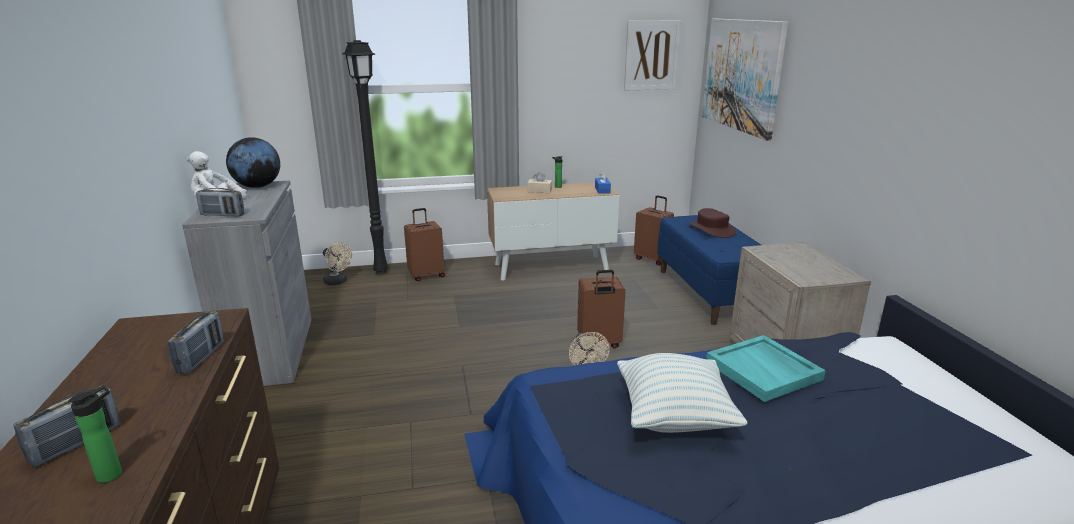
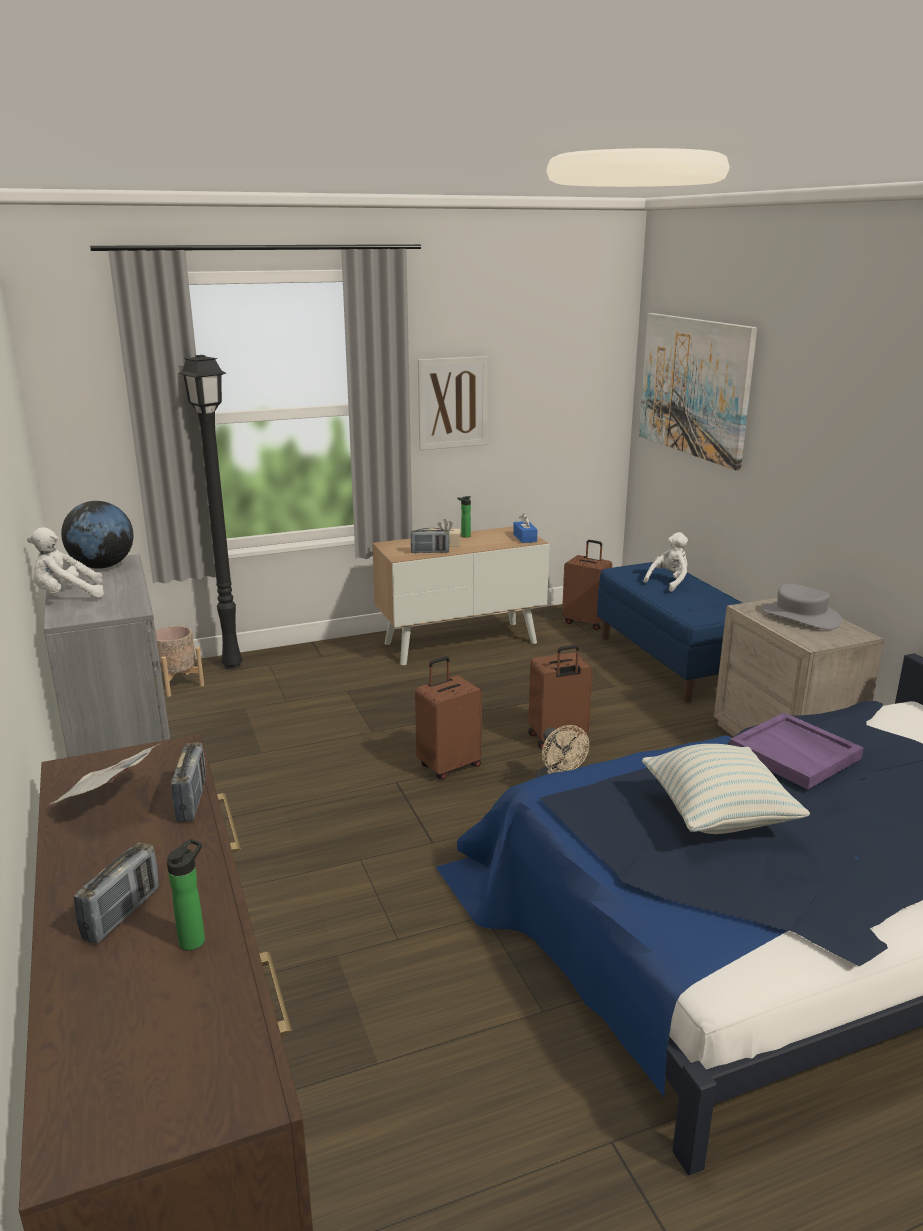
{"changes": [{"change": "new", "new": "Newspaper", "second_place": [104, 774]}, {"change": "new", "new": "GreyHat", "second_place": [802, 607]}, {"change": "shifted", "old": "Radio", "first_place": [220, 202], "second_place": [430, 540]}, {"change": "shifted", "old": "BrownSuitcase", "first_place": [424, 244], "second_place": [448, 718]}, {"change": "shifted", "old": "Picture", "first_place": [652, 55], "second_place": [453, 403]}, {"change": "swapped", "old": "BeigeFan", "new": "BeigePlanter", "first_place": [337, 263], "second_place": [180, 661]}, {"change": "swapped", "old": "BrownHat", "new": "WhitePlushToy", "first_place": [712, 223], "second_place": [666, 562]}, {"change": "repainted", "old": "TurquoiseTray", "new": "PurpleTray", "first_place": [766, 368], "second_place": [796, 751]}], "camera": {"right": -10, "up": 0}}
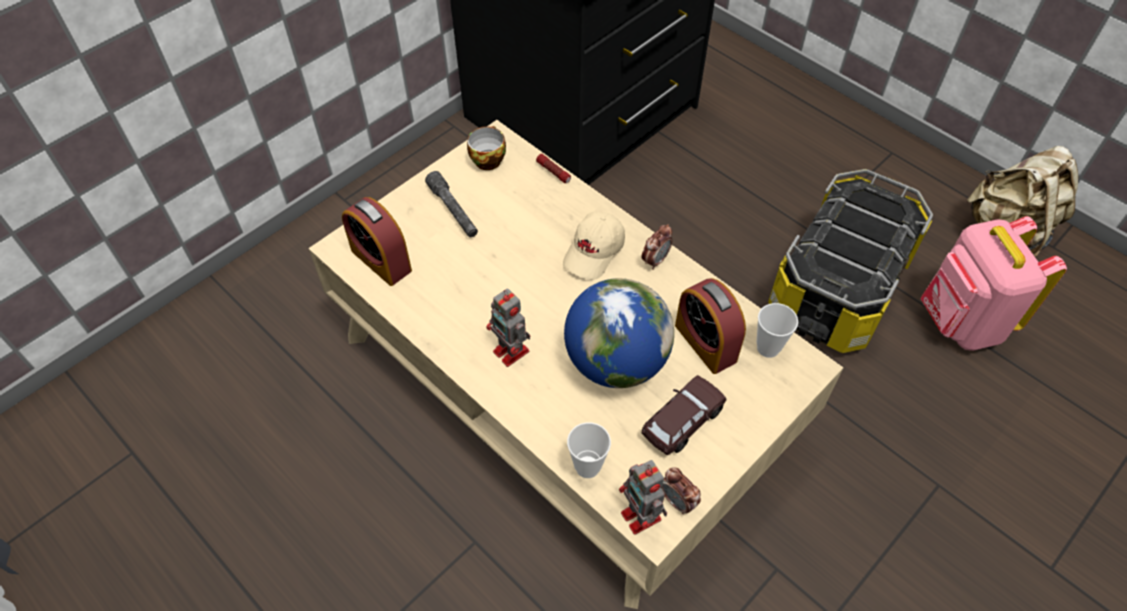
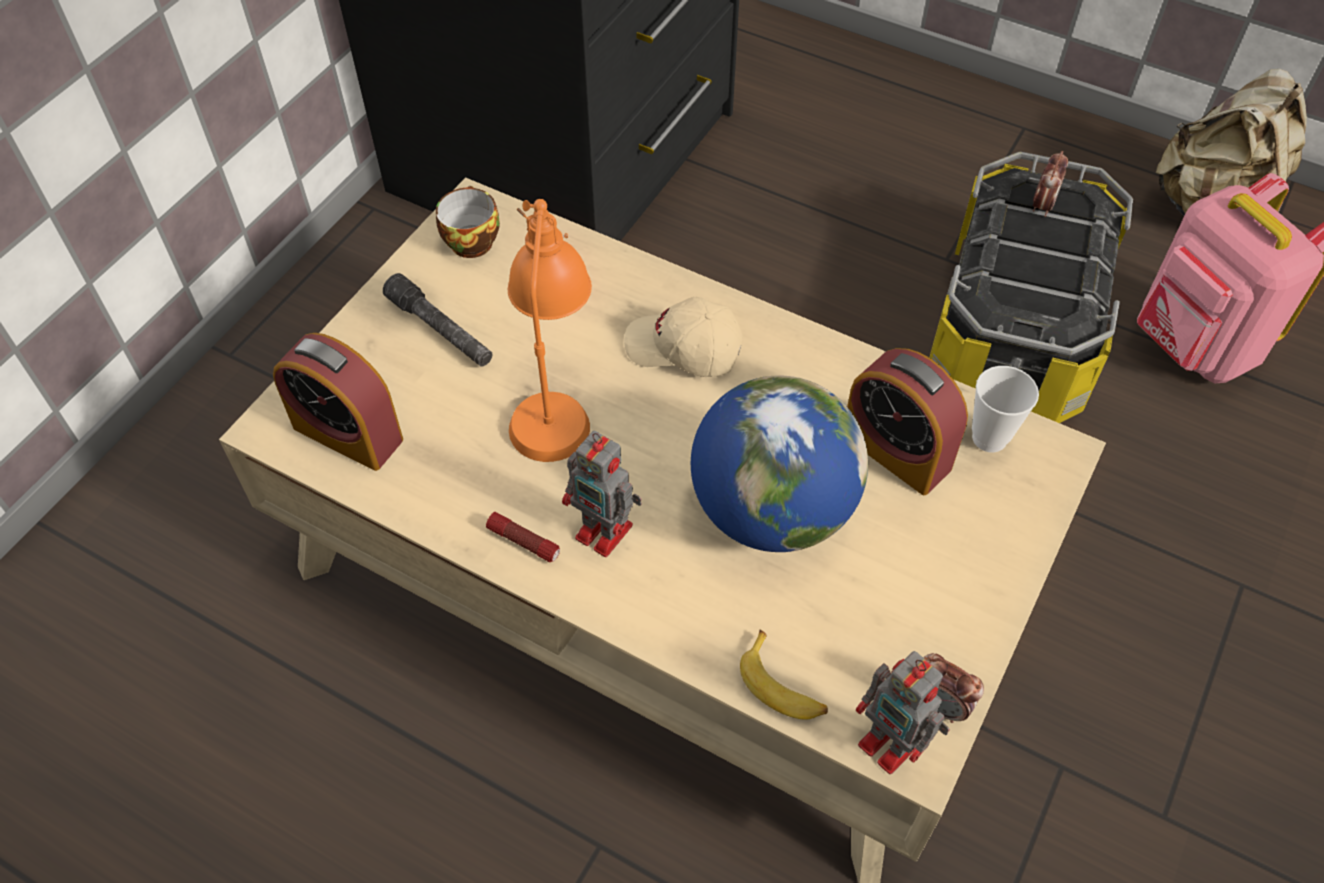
{"changes": [{"change": "gone", "old": "BrownToyCar", "first_place": [684, 415]}, {"change": "new", "new": "OrangeTableLamp", "second_place": [550, 330]}, {"change": "shifted", "old": "Flashlight", "first_place": [553, 168], "second_place": [523, 537]}, {"change": "shifted", "old": "AlarmClock", "first_place": [657, 247], "second_place": [1050, 184]}, {"change": "swapped", "old": "Cup", "new": "Banana", "first_place": [589, 450], "second_place": [784, 675]}, {"change": "rotated", "old": "BeigeCap", "first_place": [594, 246], "second_place": [683, 337], "degrees": 90}], "camera": {"right": -15, "up": 0}}
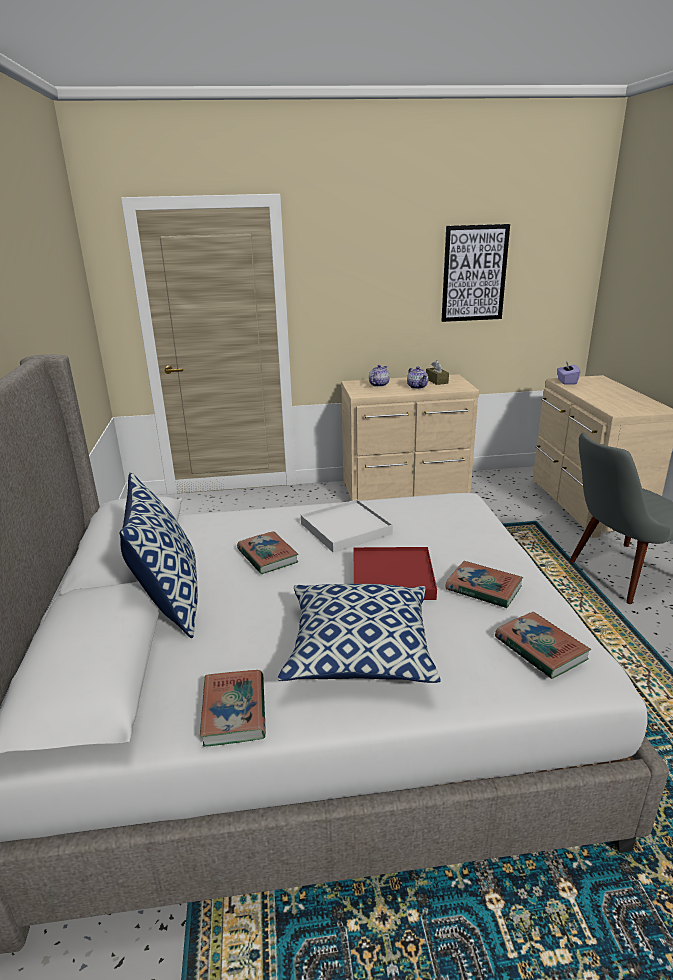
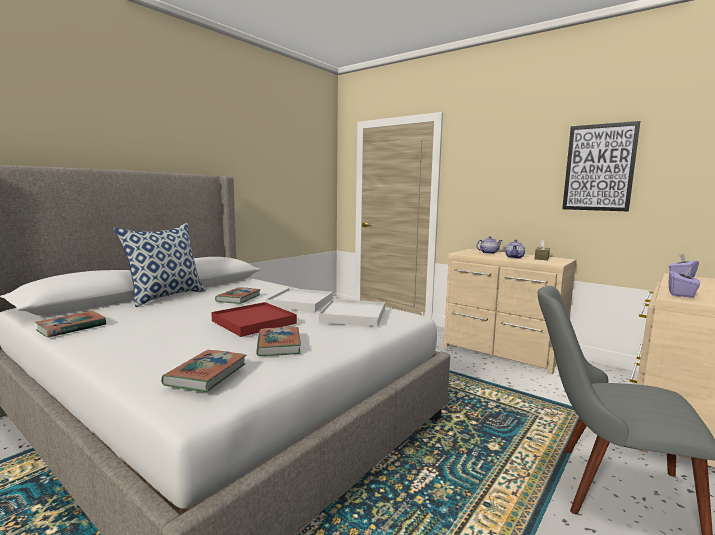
{"changes": [{"change": "gone", "old": "Pillow", "first_place": [359, 633]}, {"change": "new", "new": "WhiteTray", "second_place": [352, 313]}, {"change": "new", "new": "PurpleTissueBox", "second_place": [684, 282]}], "camera": {"right": 45, "up": -15}}
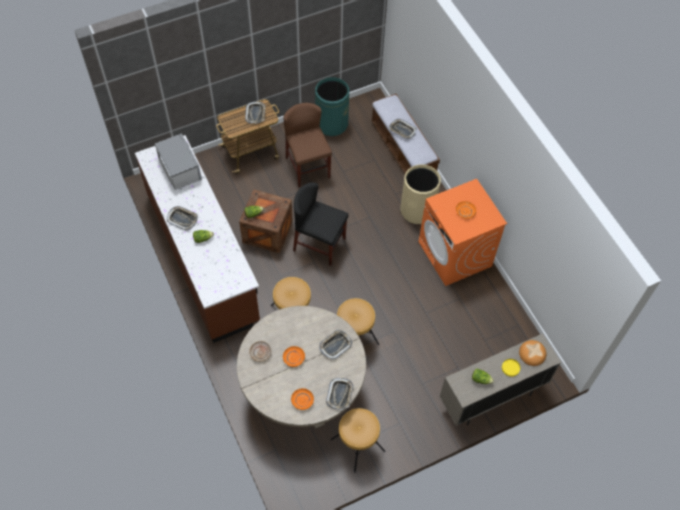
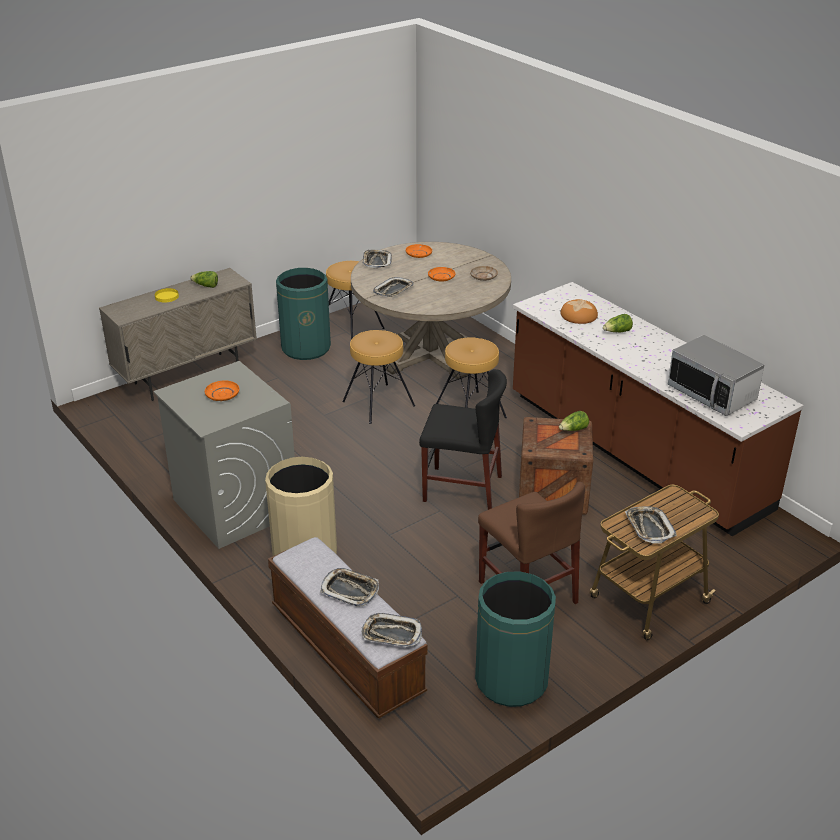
{"changes": [{"change": "new", "new": "GreenTrashCan", "second_place": [303, 314]}, {"change": "shifted", "old": "Tray", "first_place": [182, 218], "second_place": [391, 630]}, {"change": "shifted", "old": "Bread", "first_place": [532, 353], "second_place": [579, 311]}, {"change": "repainted", "old": "OrangeWashingMachine", "new": "GreyWashingMachine", "first_place": [463, 232], "second_place": [224, 455]}], "camera": {"right": 170, "up": -25}}
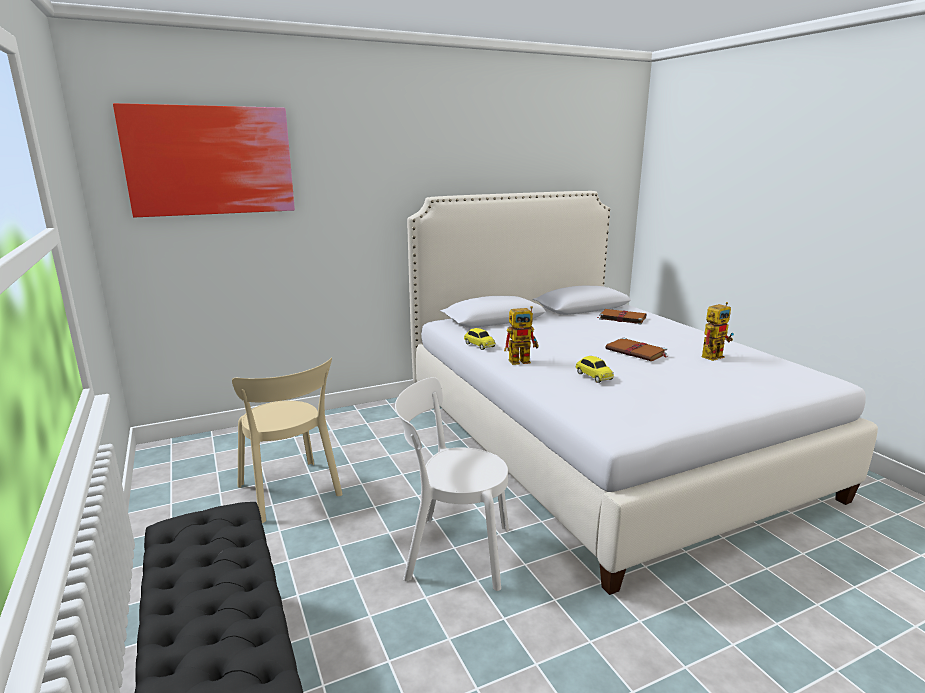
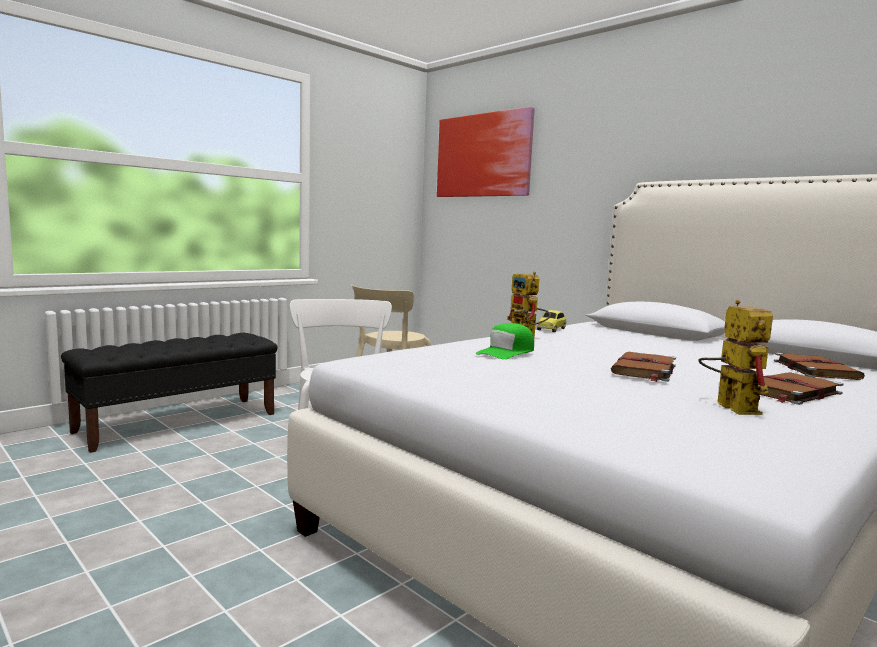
{"changes": [{"change": "new", "new": "BrownBook", "second_place": [802, 388]}, {"change": "swapped", "old": "ToyCar", "new": "GreenCap", "first_place": [595, 369], "second_place": [504, 341]}, {"change": "rotated", "old": "ToyRobot", "first_place": [718, 331], "second_place": [736, 357], "degrees": -135}], "camera": {"right": 70, "up": -10}}
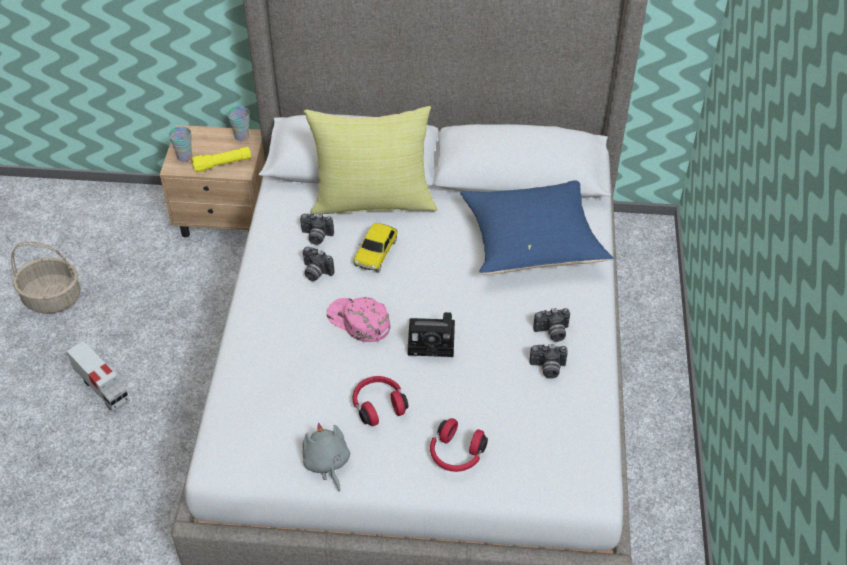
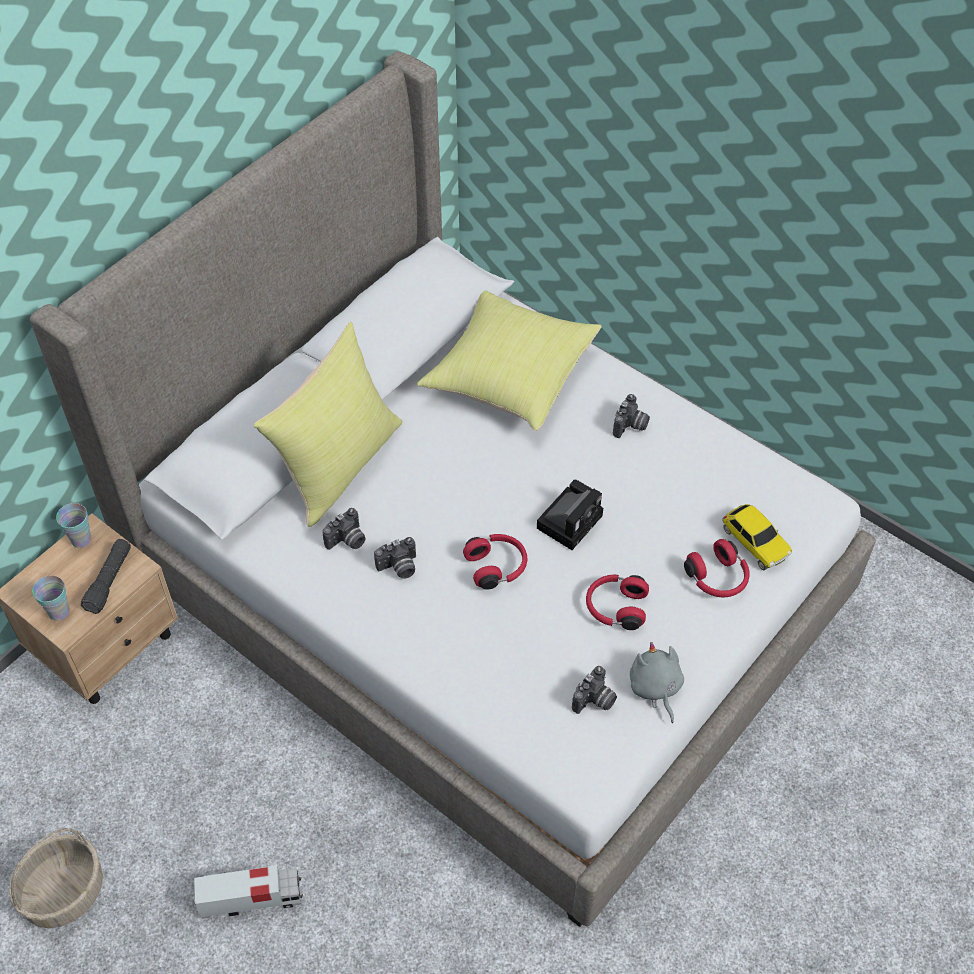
{"changes": [{"change": "shifted", "old": "ToyCar", "first_place": [375, 248], "second_place": [757, 537]}, {"change": "shifted", "old": "PhotoCamera", "first_place": [549, 361], "second_place": [594, 690]}, {"change": "swapped", "old": "PinkCap", "new": "RedHeadphones", "first_place": [358, 319], "second_place": [495, 562]}, {"change": "repainted", "old": "YellowFlashlight", "new": "BlackFlashlight", "first_place": [221, 160], "second_place": [106, 576]}, {"change": "repainted", "old": "BluePillow", "new": "YellowPillow", "first_place": [536, 227], "second_place": [509, 360]}, {"change": "rotated", "old": "GreyPlushToy", "first_place": [326, 457], "second_place": [657, 682], "degrees": 60}], "camera": {"right": -55, "up": 5}}
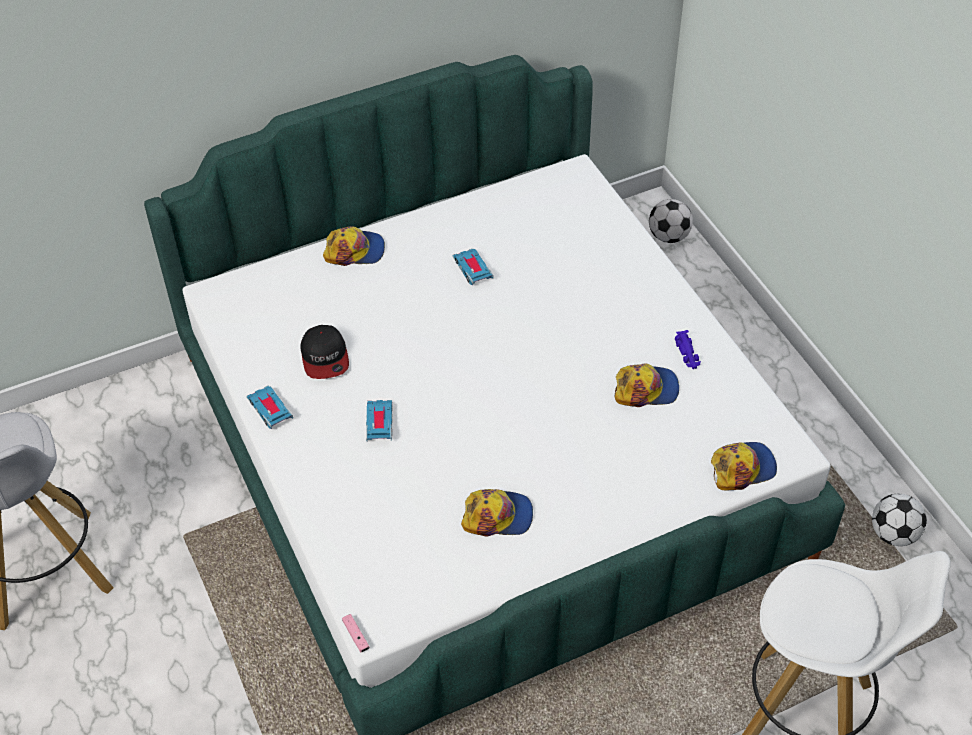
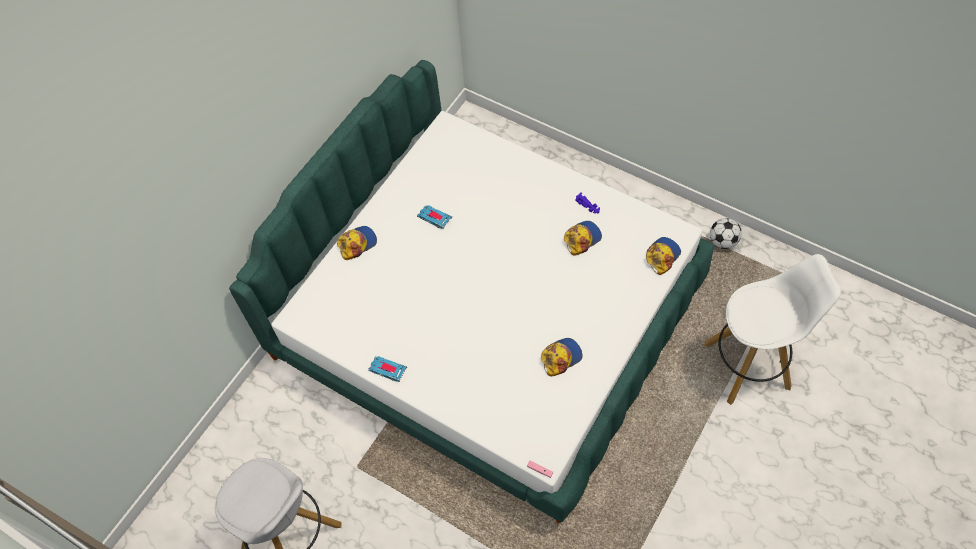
{"changes": [{"change": "gone", "old": "Cap", "first_place": [324, 352]}, {"change": "gone", "old": "ToyCar", "first_place": [379, 421]}, {"change": "gone", "old": "Football", "first_place": [671, 221]}], "camera": {"right": -30, "up": 10}}
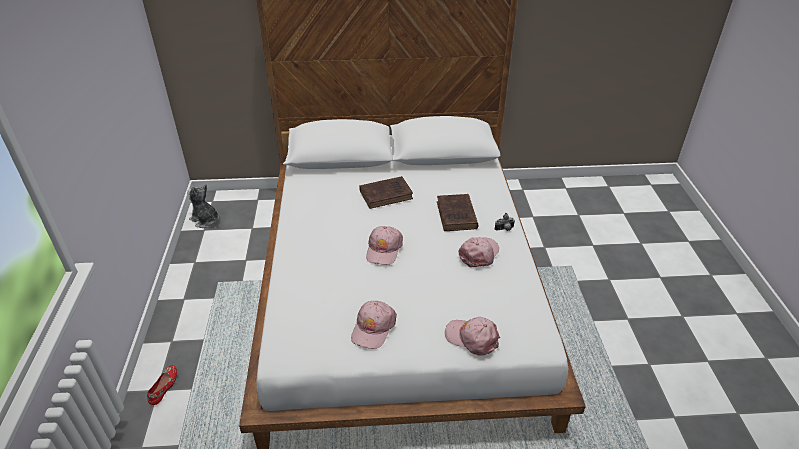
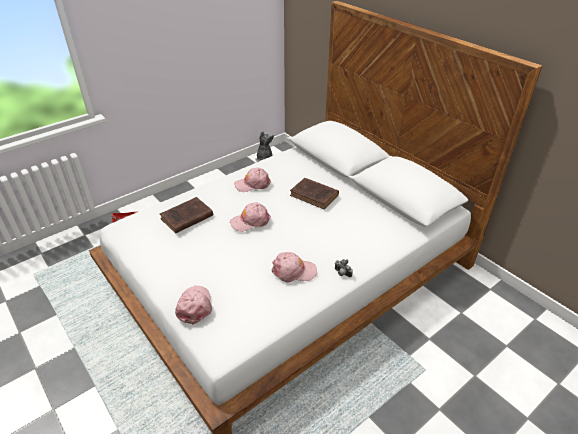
{"changes": [{"change": "shifted", "old": "PinkCap", "first_place": [374, 325], "second_place": [252, 180]}, {"change": "shifted", "old": "BrownBook", "first_place": [457, 212], "second_place": [186, 215]}], "camera": {"right": 55, "up": 0}}
